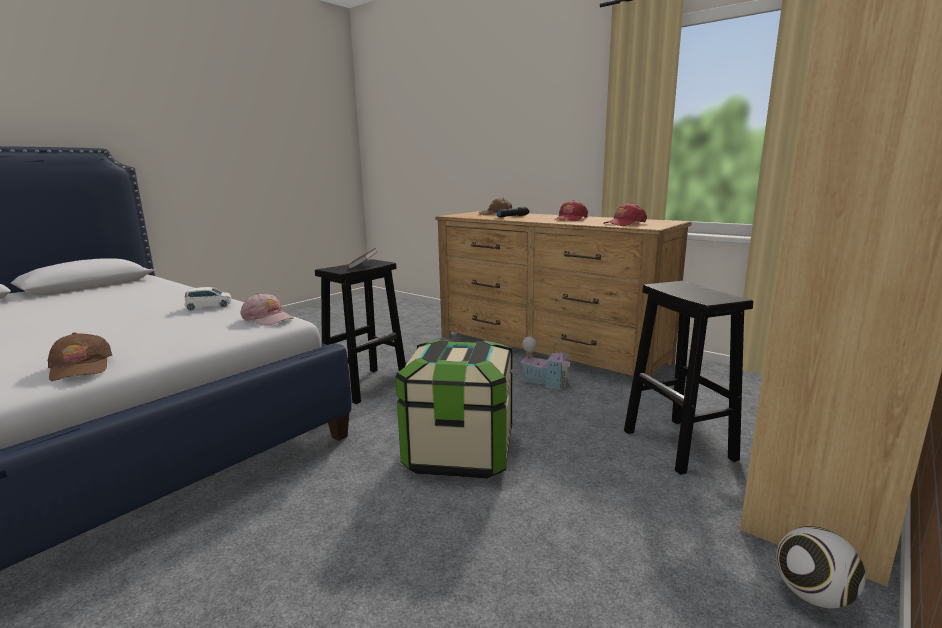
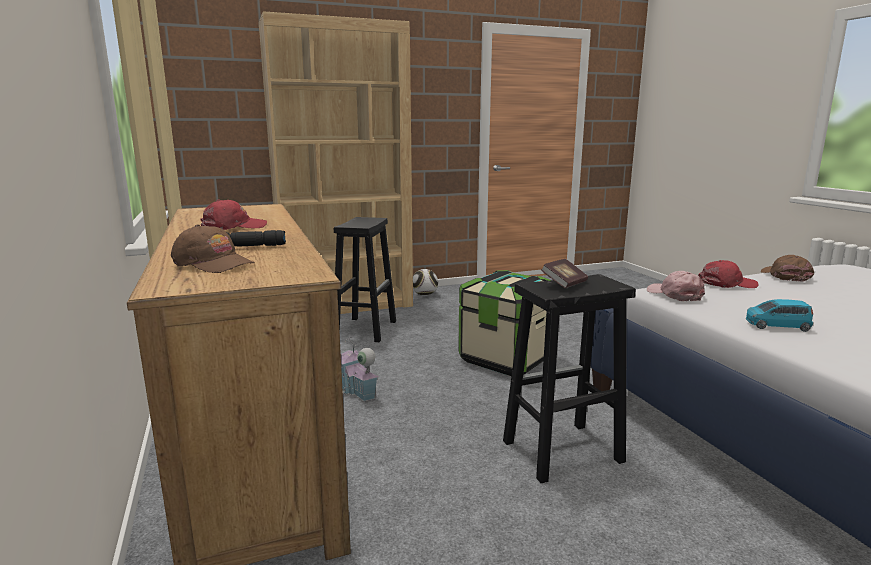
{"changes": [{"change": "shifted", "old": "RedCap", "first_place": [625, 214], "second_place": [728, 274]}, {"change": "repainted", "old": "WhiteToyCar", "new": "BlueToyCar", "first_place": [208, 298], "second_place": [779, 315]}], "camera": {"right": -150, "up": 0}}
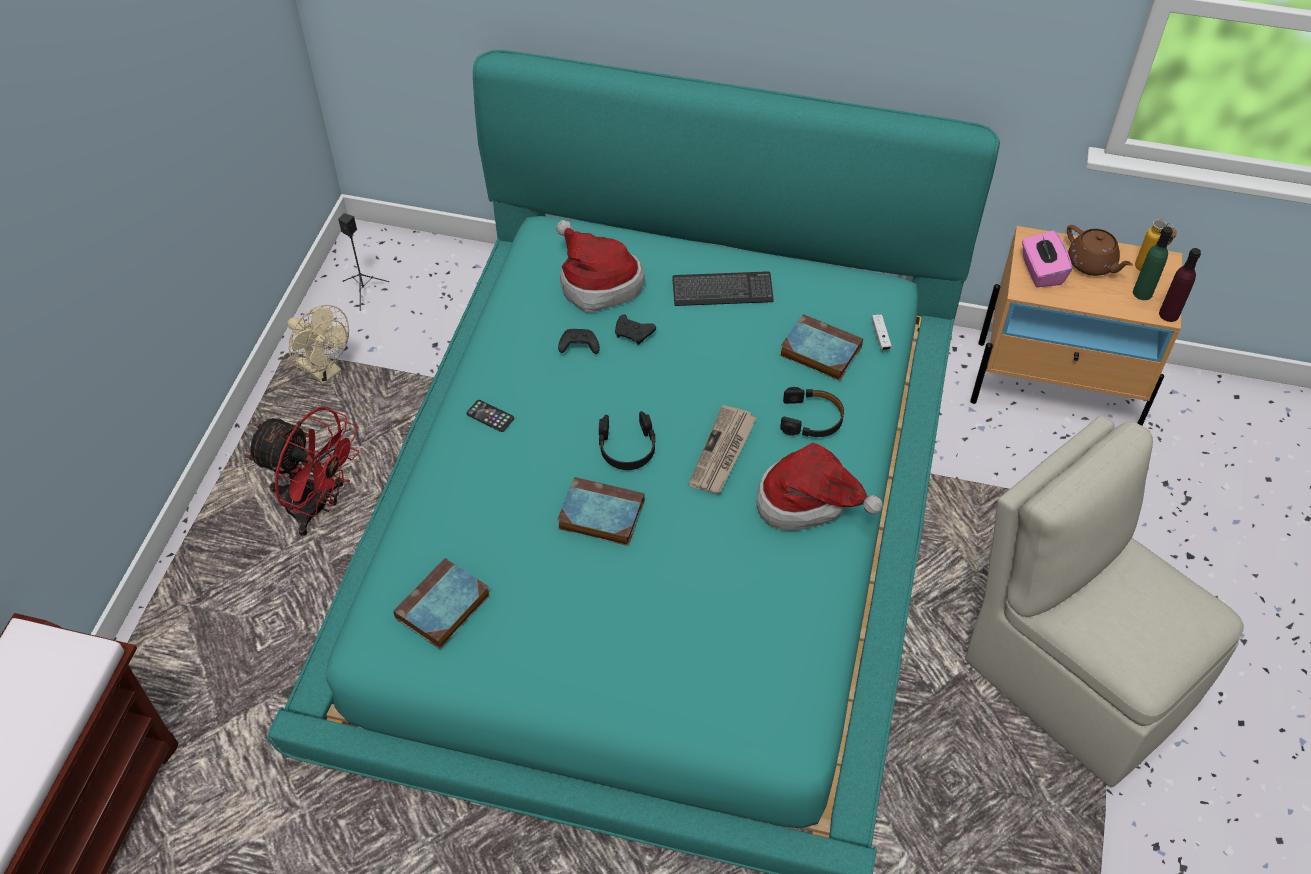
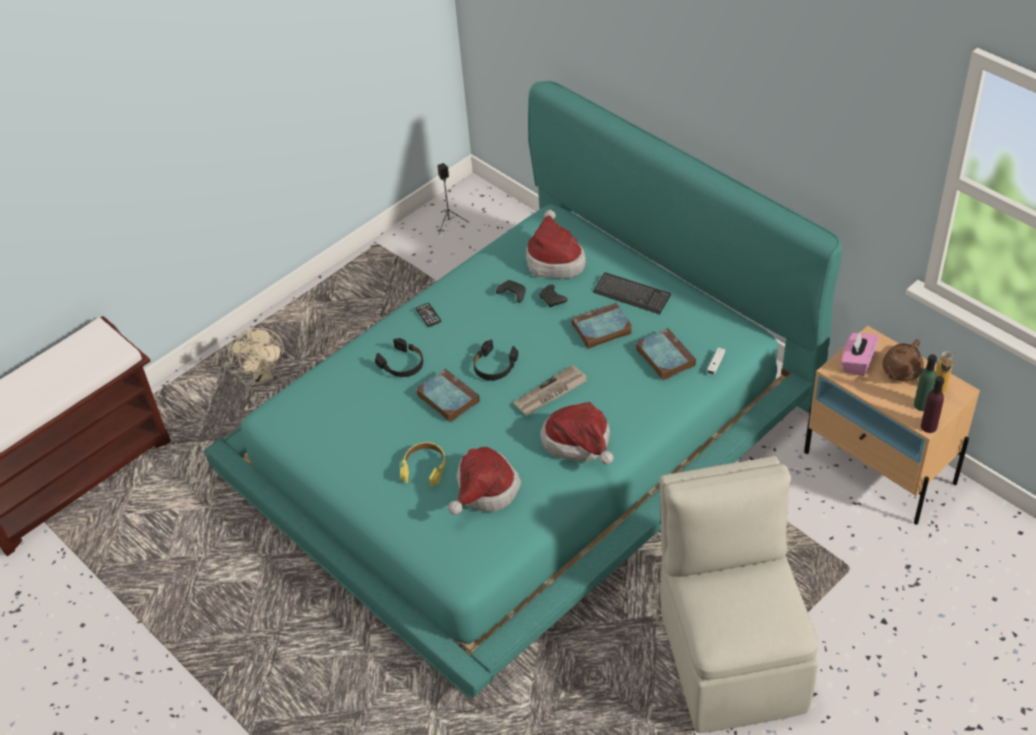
{"changes": [{"change": "gone", "old": "RedFan", "first_place": [302, 471]}, {"change": "new", "new": "YellowHeadphones", "second_place": [422, 464]}, {"change": "new", "new": "Hat", "second_place": [484, 481]}, {"change": "shifted", "old": "BeigeFan", "first_place": [318, 344], "second_place": [256, 356]}, {"change": "shifted", "old": "Book", "first_place": [441, 603], "second_place": [602, 326]}, {"change": "shifted", "old": "BlackHeadphones", "first_place": [812, 412], "second_place": [399, 357]}, {"change": "rotated", "old": "BrownTeapot", "first_place": [1100, 250], "second_place": [903, 360], "degrees": 45}], "camera": {"right": 35, "up": -5}}
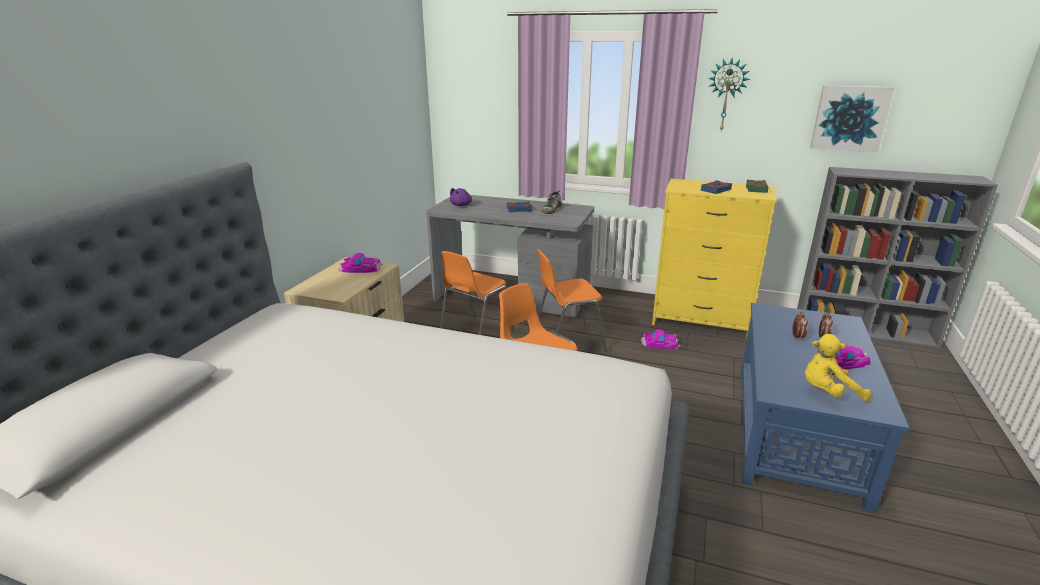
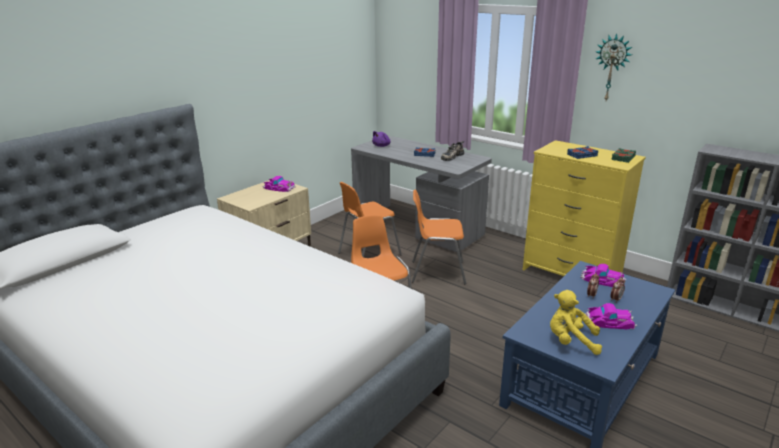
{"changes": [{"change": "gone", "old": "Picture", "first_place": [852, 118]}, {"change": "shifted", "old": "ToyCar", "first_place": [661, 339], "second_place": [603, 275]}], "camera": {"right": 20, "up": 0}}
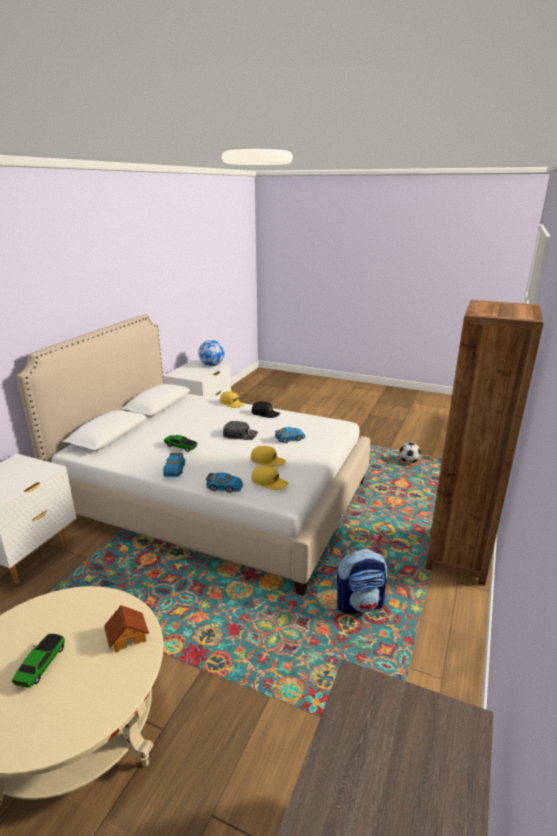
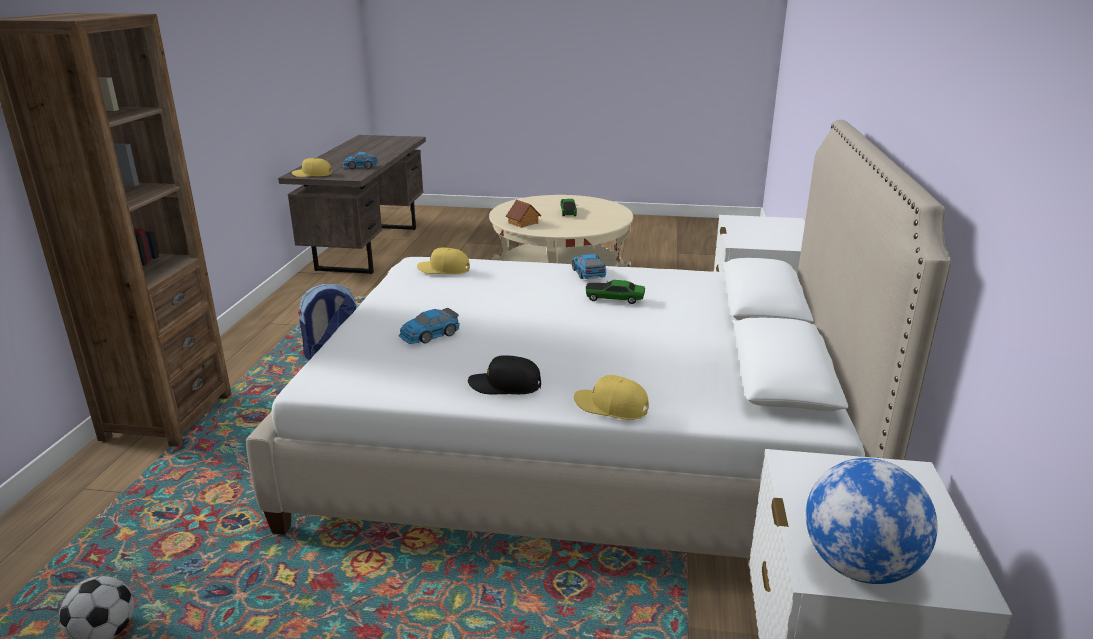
{"changes": [{"change": "gone", "old": "BlackCap", "first_place": [240, 430]}, {"change": "shifted", "old": "ToyCar", "first_place": [224, 482], "second_place": [360, 160]}, {"change": "shifted", "old": "YellowCap", "first_place": [268, 456], "second_place": [312, 167]}], "camera": {"right": 165, "up": 0}}
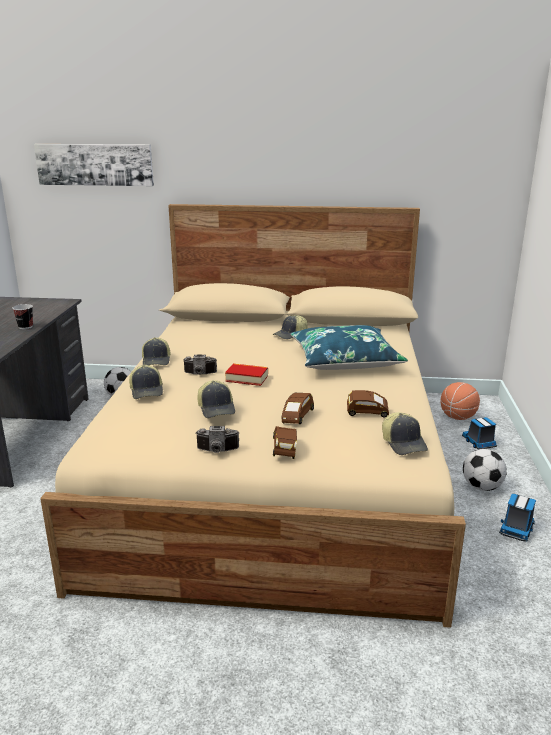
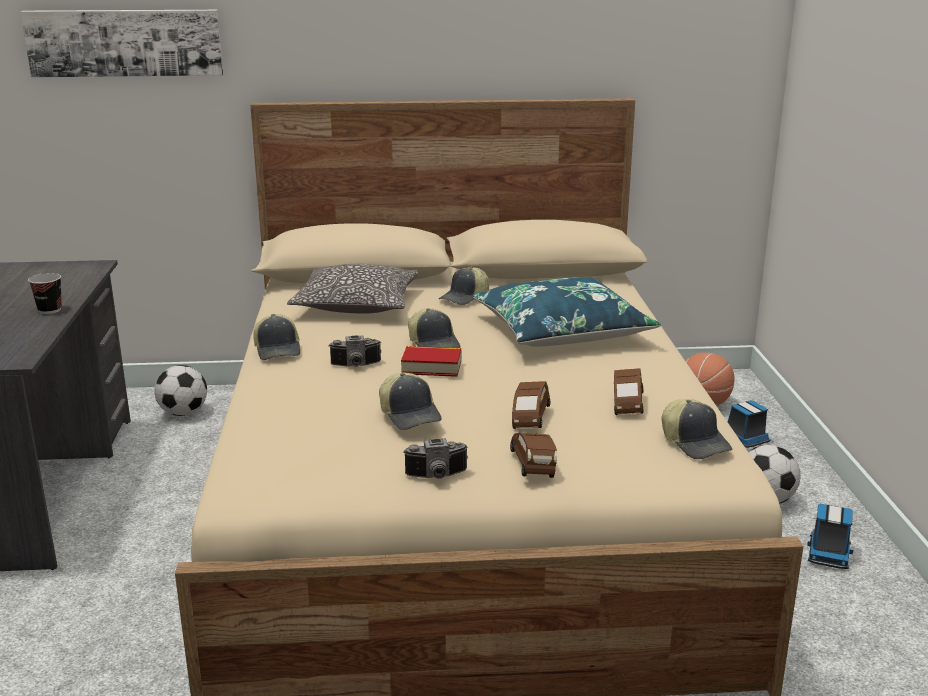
{"changes": [{"change": "new", "new": "Pillow", "second_place": [353, 289]}, {"change": "shifted", "old": "Cap", "first_place": [146, 382], "second_place": [434, 328]}, {"change": "rotated", "old": "BrownToyCar", "first_place": [368, 403], "second_place": [628, 391], "degrees": 105}], "camera": {"right": -10, "up": 0}}
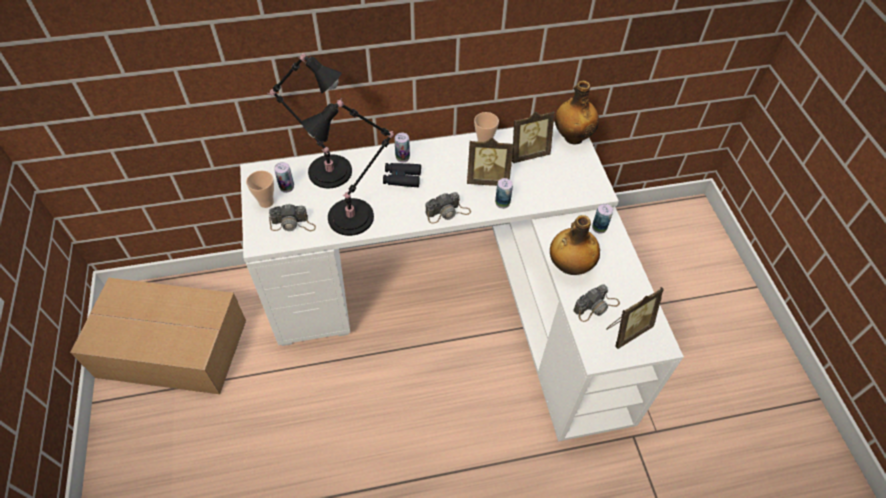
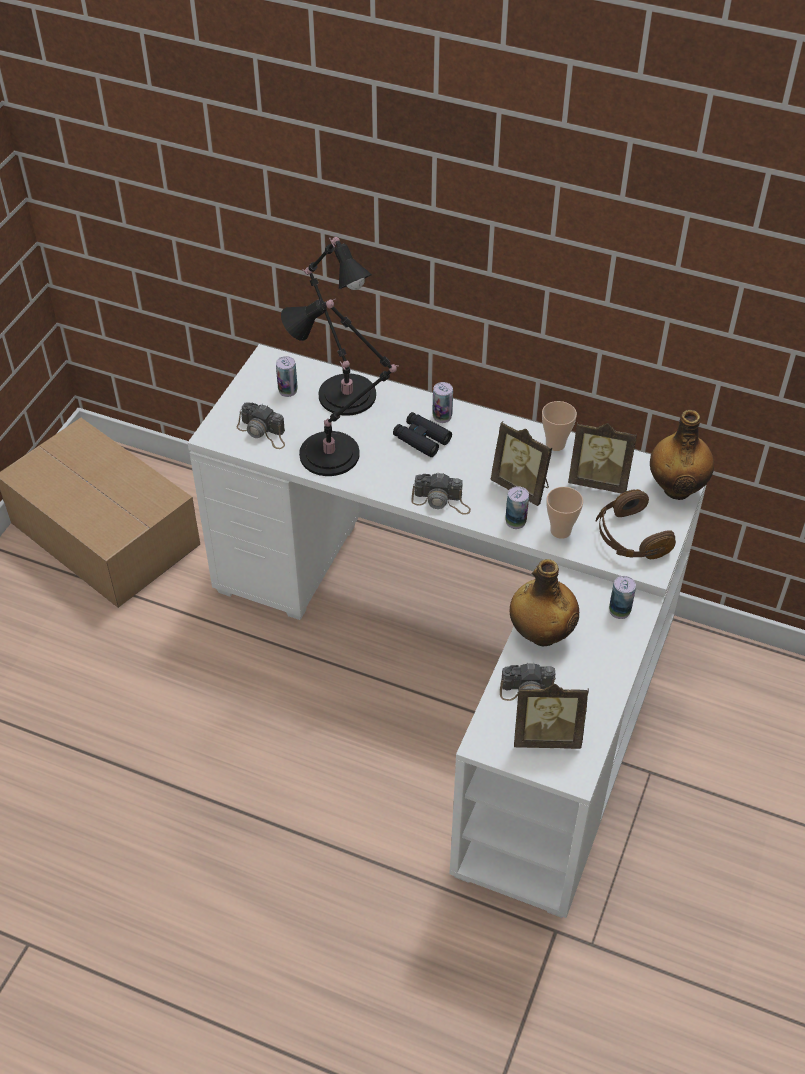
{"changes": [{"change": "new", "new": "BrownHeadphones", "second_place": [635, 524]}, {"change": "shifted", "old": "Cup", "first_place": [260, 189], "second_place": [564, 513]}], "camera": {"right": 35, "up": -5}}
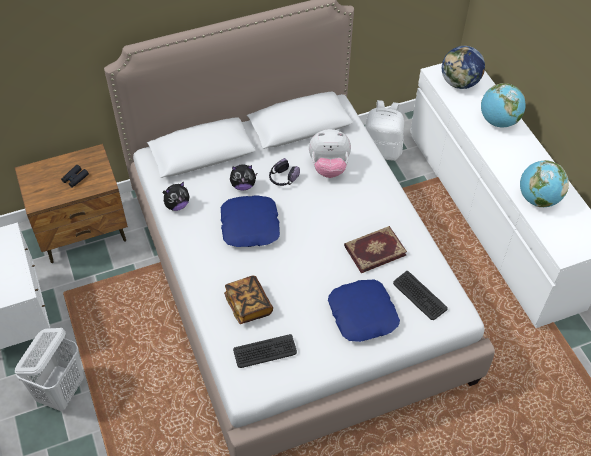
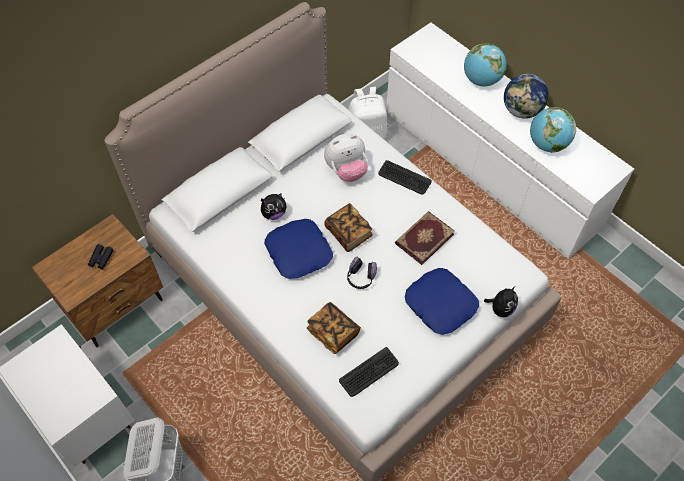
{"changes": [{"change": "new", "new": "Book", "second_place": [348, 227]}, {"change": "shifted", "old": "PlushToy", "first_place": [176, 196], "second_place": [501, 301]}, {"change": "shifted", "old": "Headphones", "first_place": [284, 172], "second_place": [362, 272]}, {"change": "shifted", "old": "Keyboard", "first_place": [420, 295], "second_place": [405, 177]}, {"change": "shifted", "old": "Globe", "first_place": [463, 67], "second_place": [526, 96]}], "camera": {"right": -20, "up": 5}}
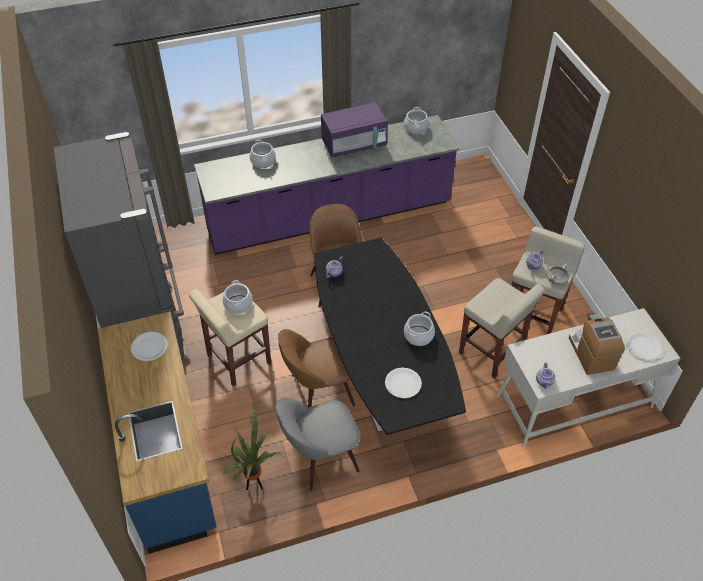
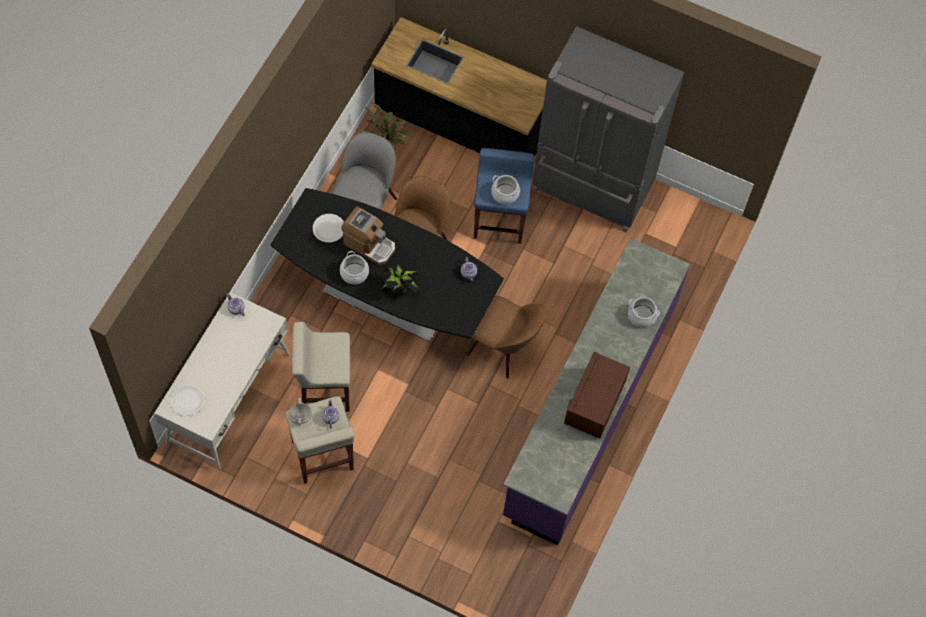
{"changes": [{"change": "gone", "old": "WhitePlate", "first_place": [149, 346]}, {"change": "gone", "old": "CookingPot", "first_place": [416, 121]}, {"change": "new", "new": "PottedPlant", "second_place": [400, 278]}, {"change": "shifted", "old": "CoffeeMachine", "first_place": [597, 344], "second_place": [368, 235]}, {"change": "repainted", "old": "BlueCounter", "new": "BlackCounter", "first_place": [157, 433], "second_place": [459, 87]}, {"change": "repainted", "old": "BeigeStool", "new": "BlueStool", "first_place": [230, 337], "second_place": [504, 196]}, {"change": "repainted", "old": "PurpleMicrowave", "new": "BrownMicrowave", "first_place": [354, 130], "second_place": [597, 396]}], "camera": {"right": 130, "up": 15}}
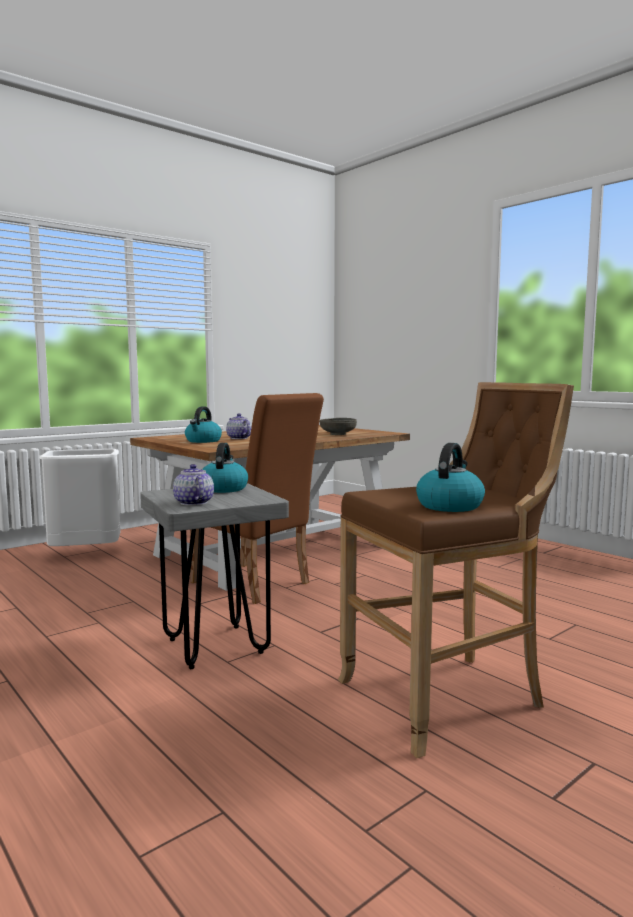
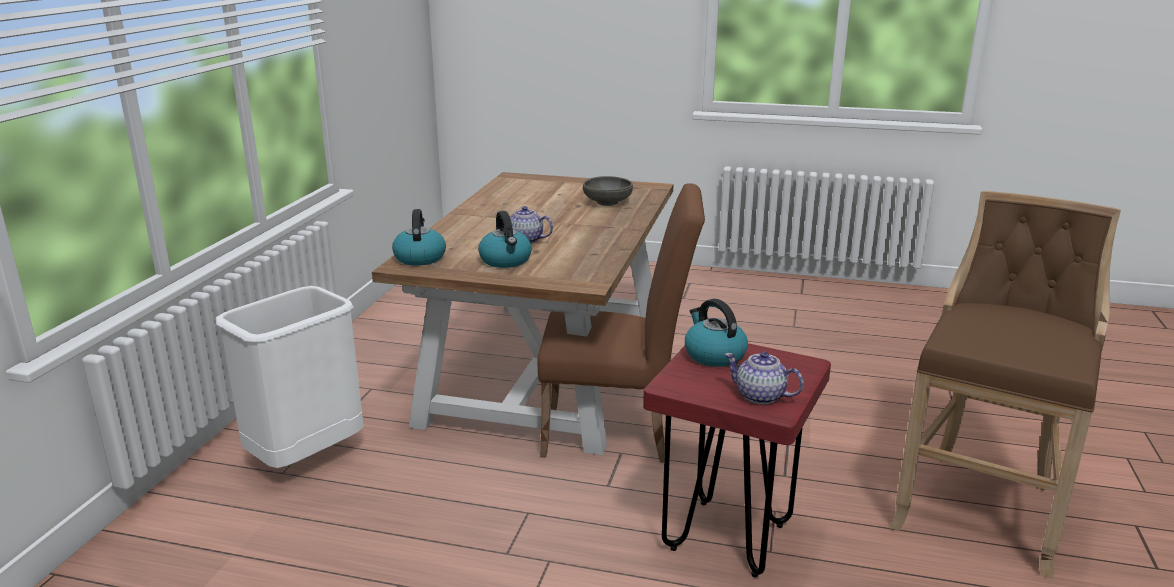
{"changes": [{"change": "shifted", "old": "Kettle", "first_place": [450, 477], "second_place": [419, 237]}, {"change": "repainted", "old": "GreyStool", "new": "RedStool", "first_place": [214, 576], "second_place": [737, 460]}], "camera": {"right": -35, "up": 15}}
